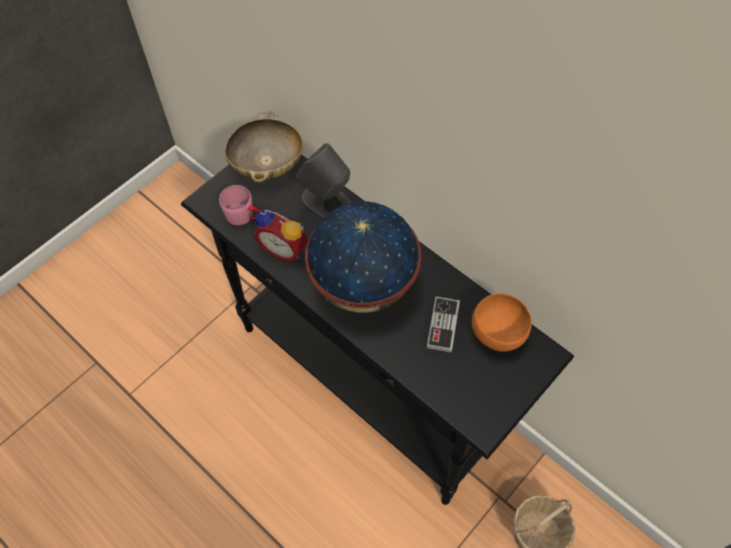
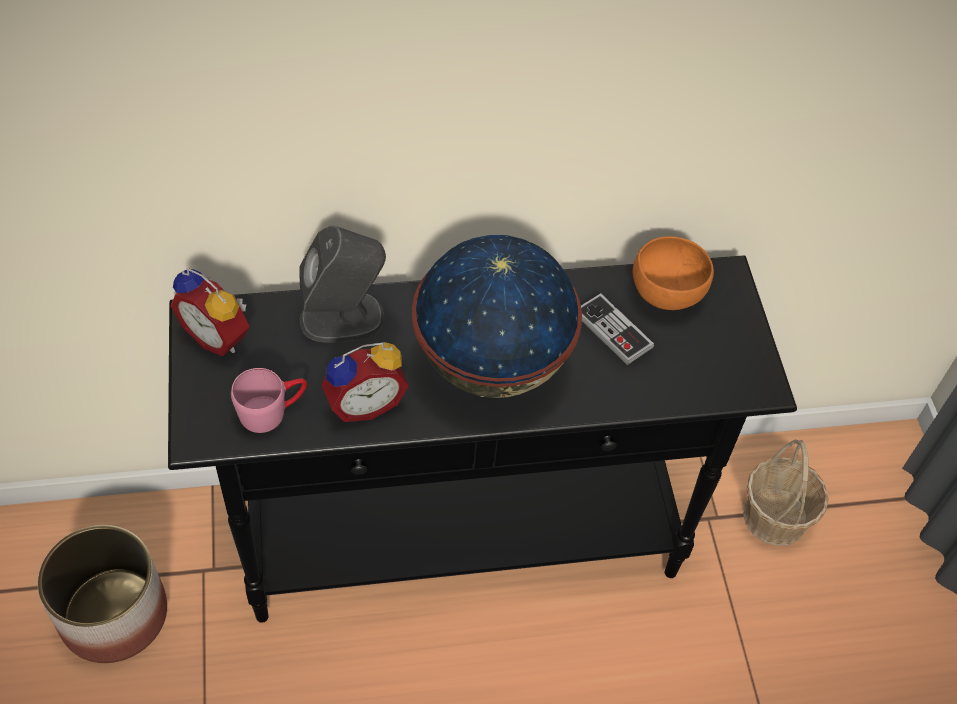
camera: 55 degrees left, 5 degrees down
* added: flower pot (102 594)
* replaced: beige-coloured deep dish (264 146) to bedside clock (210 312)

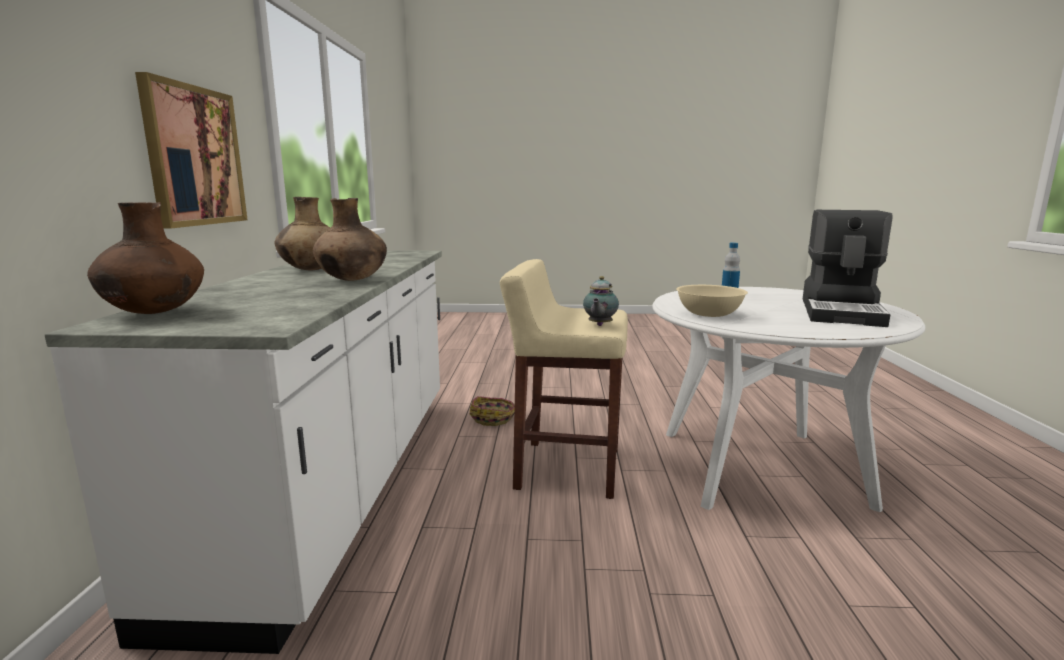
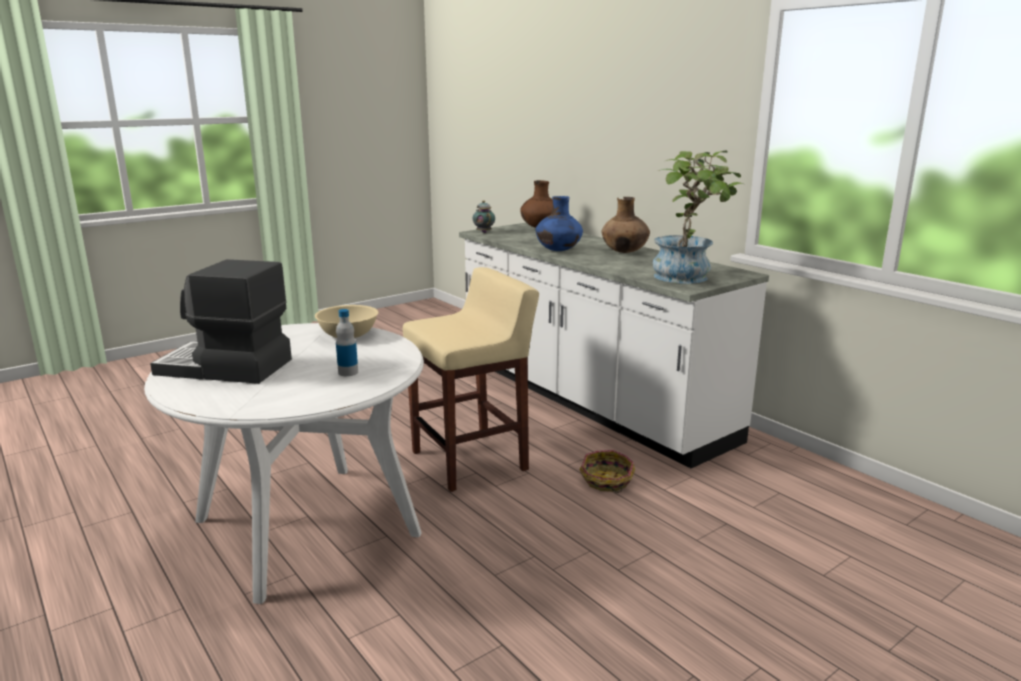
camera: 140 degrees right, 5 degrees up
* turned: coffee maker (848 268) = (221 321) 60 degrees counterclockwise
* moved: pot for tea (601 301) to (484 216)
* recoloured: brown flower vase (350 239) to bluish flower vase (559 223)
* added: potted plant (698 217)
* removed: wall art (191 150)

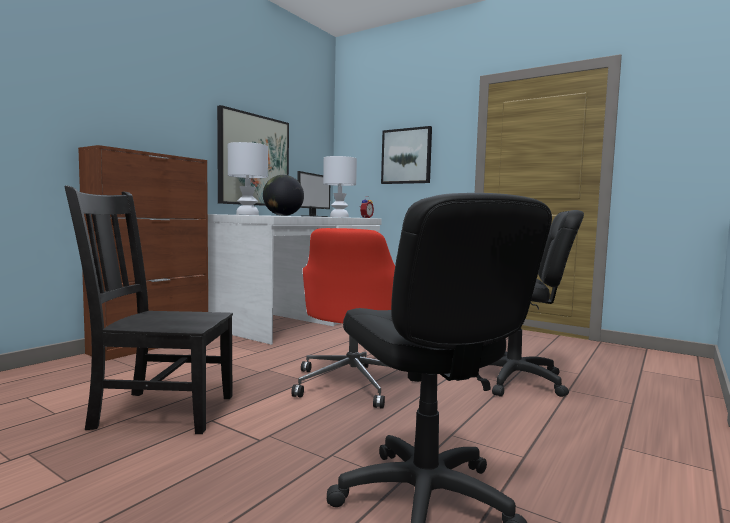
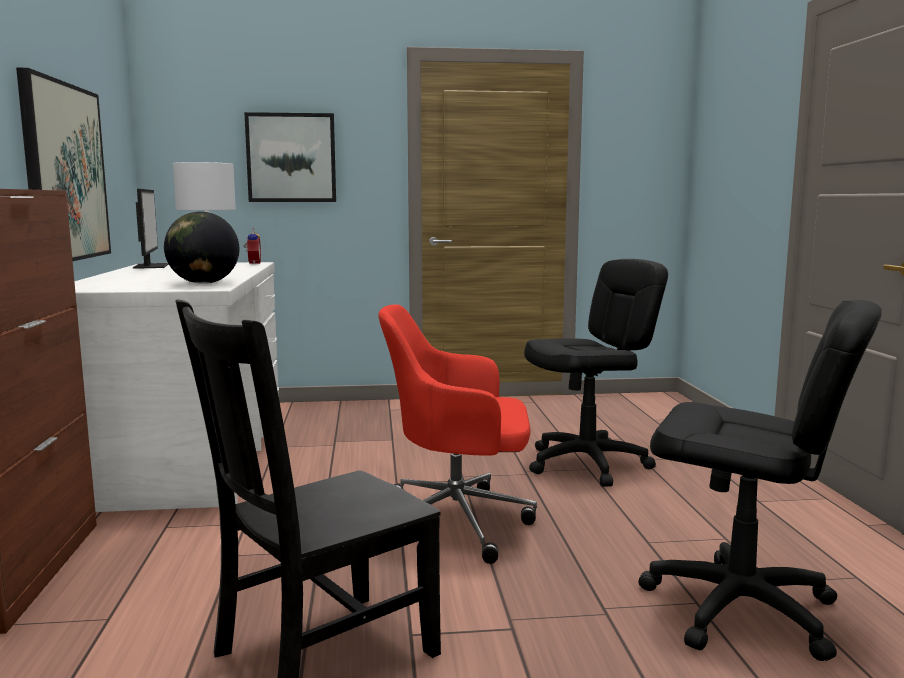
camera: 40 degrees left, 5 degrees up
* turned: red-coloured desk chair (351 318) = (458 434) 120 degrees clockwise
* removed: white table lamp (248 178)

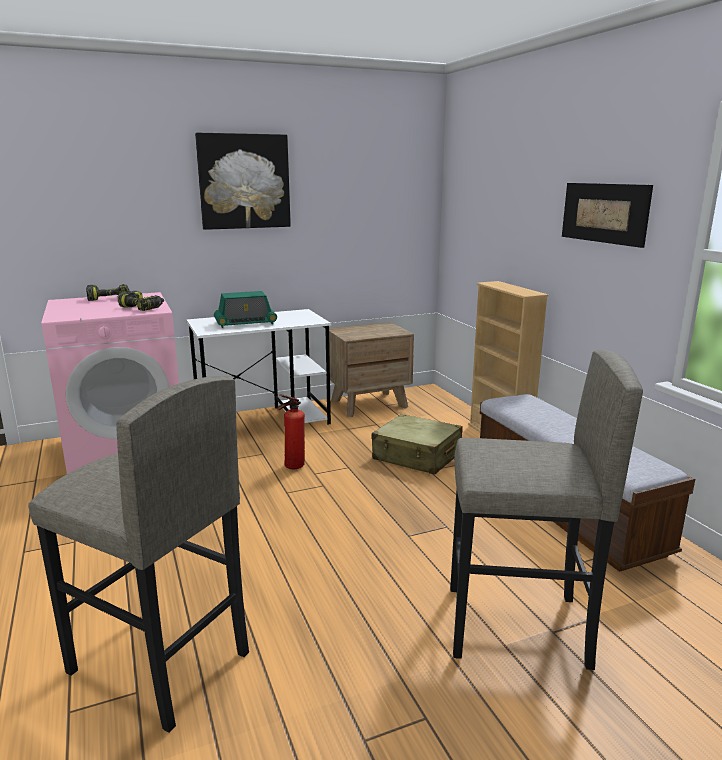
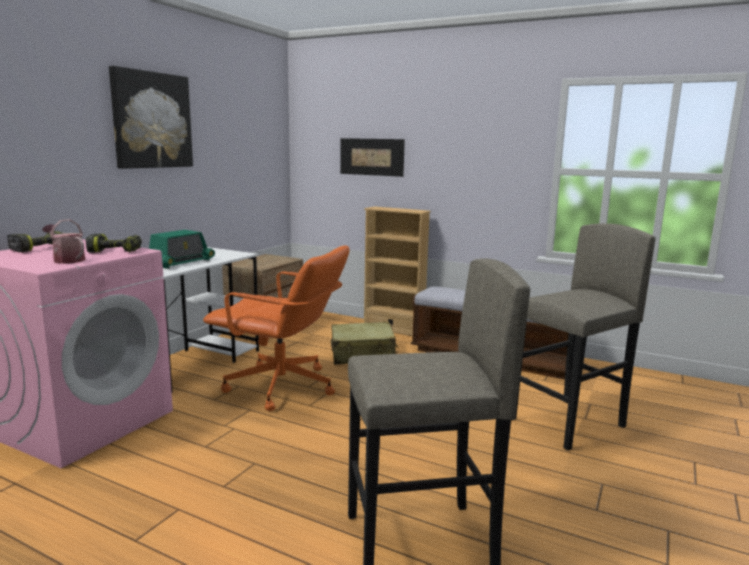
camera: 40 degrees left, 5 degrees down
* added: watering pot (63 241)
* replaced: extinguisher (291 431) to orange-coloured desk chair (276 328)
* moved: wall art (607 215) to (372 157)

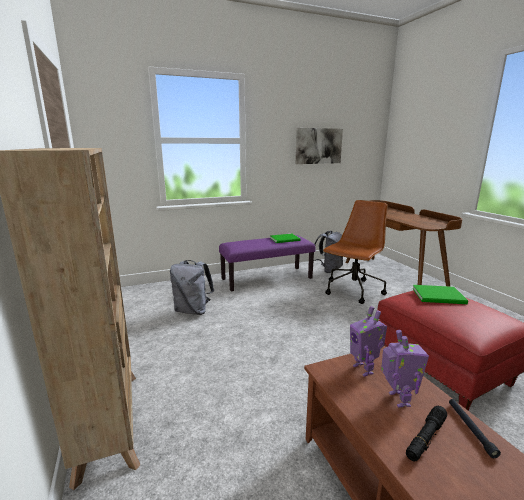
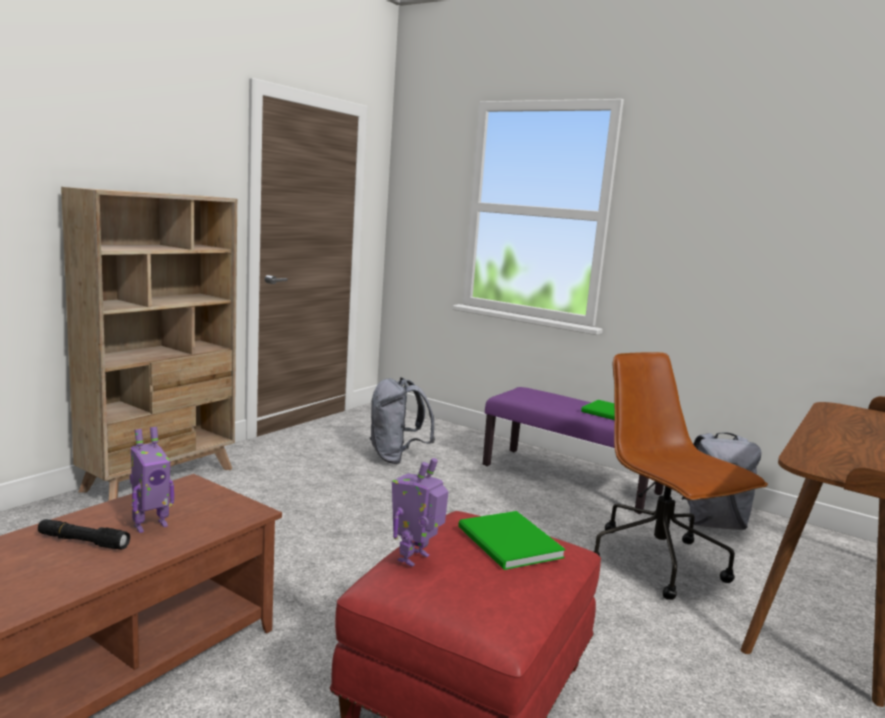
camera: 55 degrees right, 5 degrees down
* moved: model robot (368 341) to (420 512)
* turned: brown desk chair (355 252) = (680 476) 120 degrees counterclockwise
* removed: wall art (319 146)
* removed: black torch (475 428)

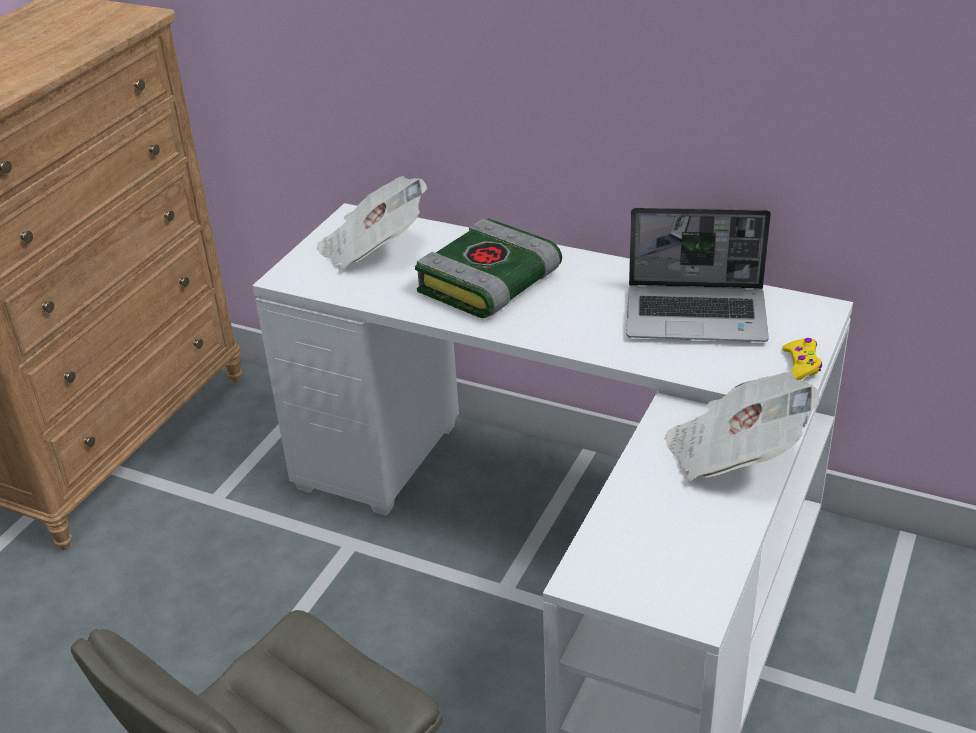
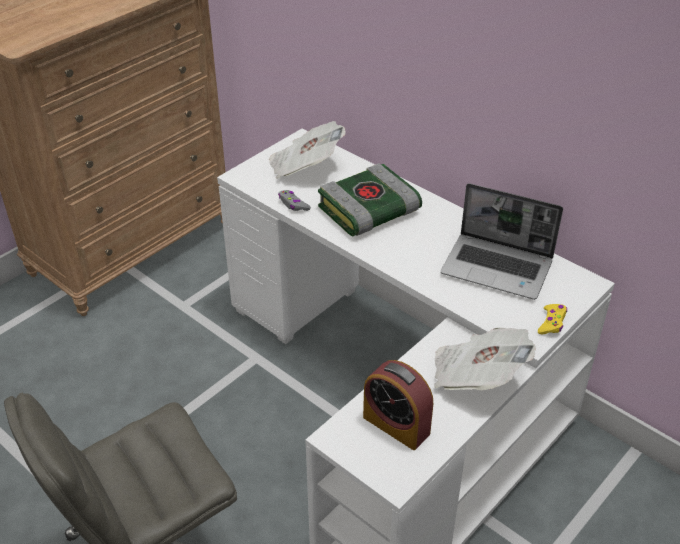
camera: 15 degrees right, 5 degrees up
* added: gray joypad (294 200)
* added: bedside clock (398 405)

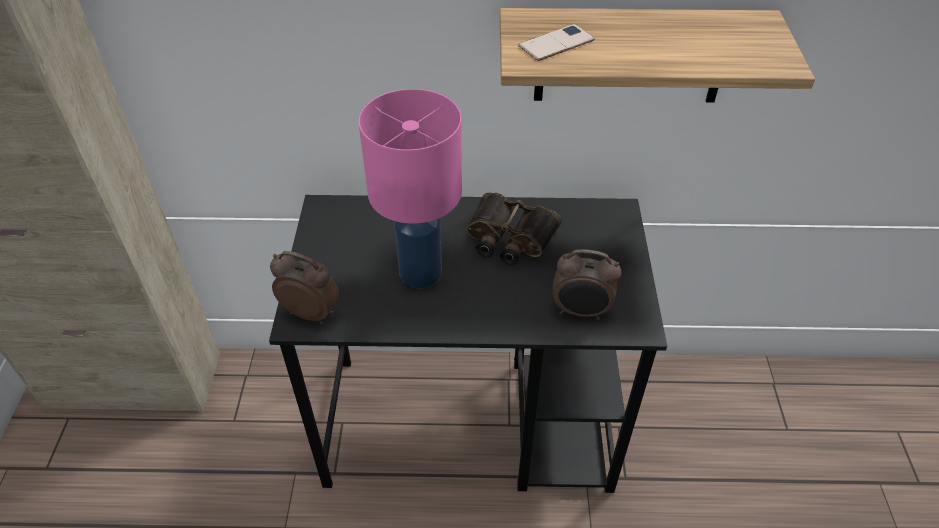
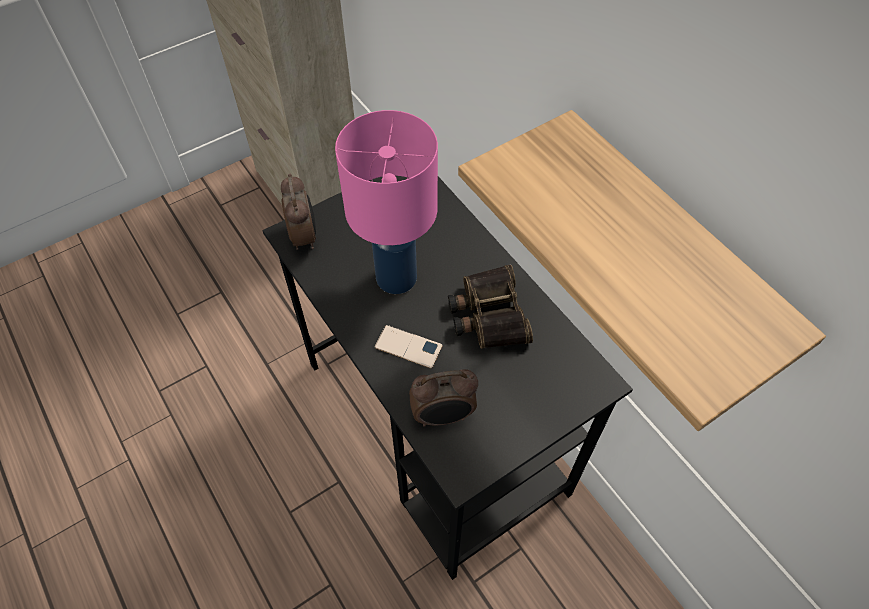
camera: 55 degrees right, 10 degrees up
* moved: phone (556 42) to (408 346)
* turned: bedside clock (587 284) = (443 398) 75 degrees counterclockwise

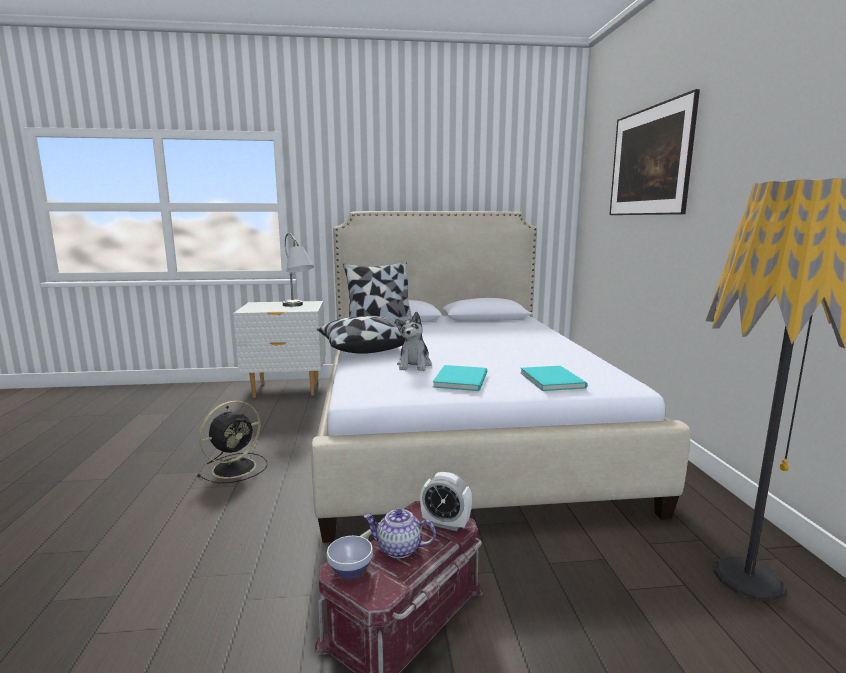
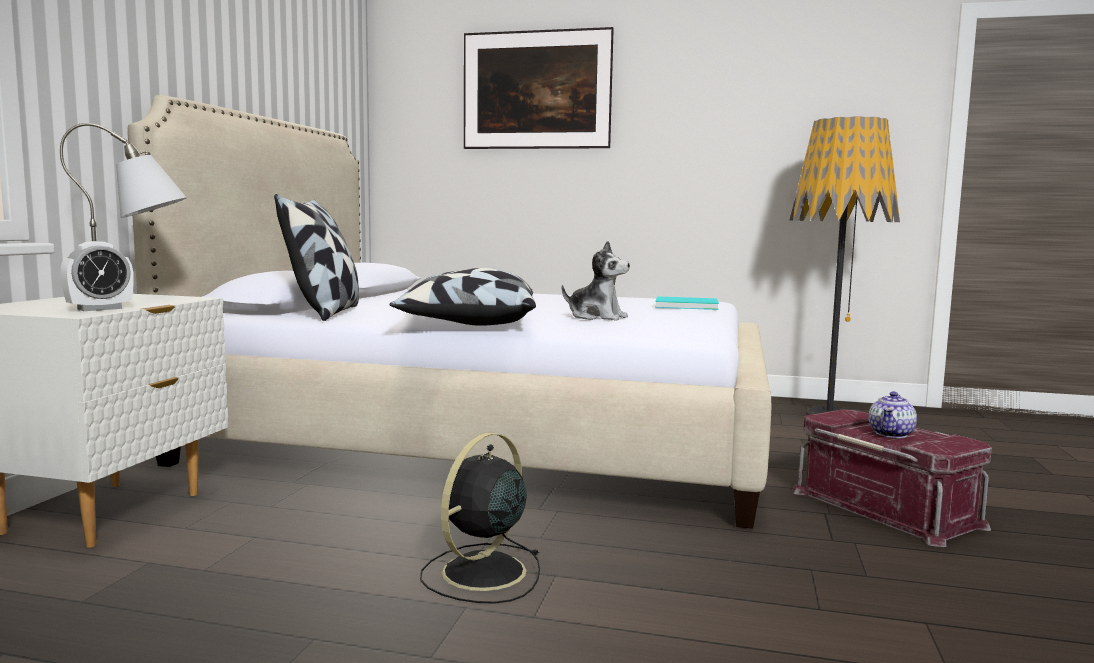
camera: 70 degrees left, 5 degrees down
* moved: bedside clock (446 501) to (97 276)
* turned: black cooling fan (232 441) = (480 518) 120 degrees counterclockwise
* removed: deep dish (350 557)
* removed: blue-green bound book (460 378)

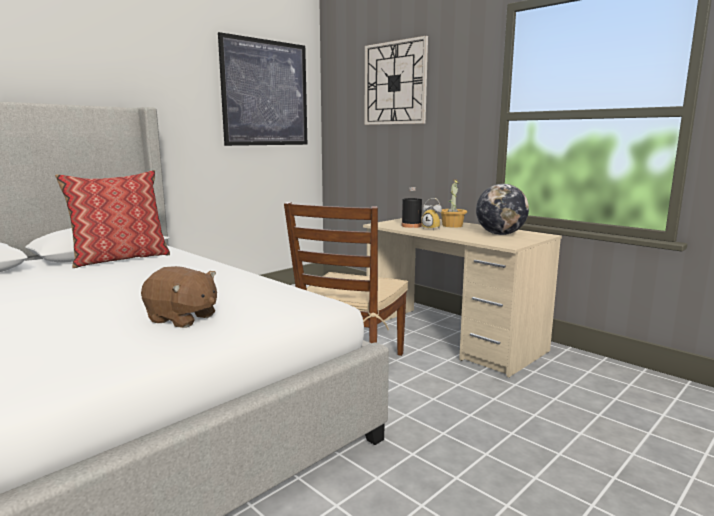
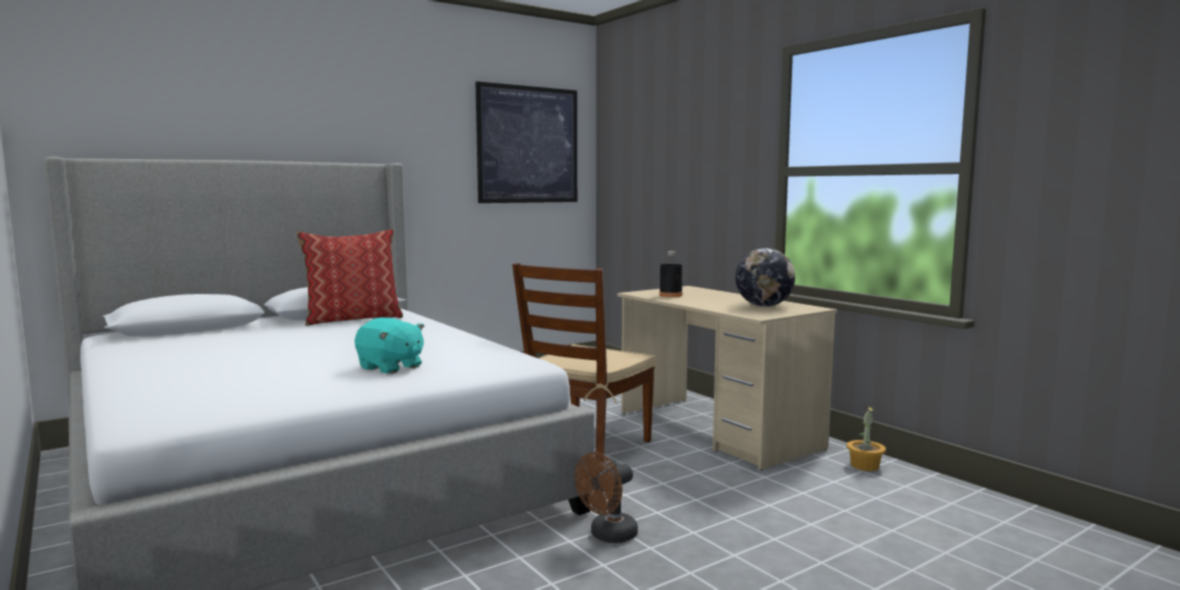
camera: 10 degrees right, 5 degrees down
* recoloured: brown soft toy (179 297) to blue-green soft toy (389 346)
* added: brown cooling fan (606 497)
* moved: potted plant (453 203) to (866 438)
* removed: clock on the wall (396 80)
* removed: bedside clock (432 214)

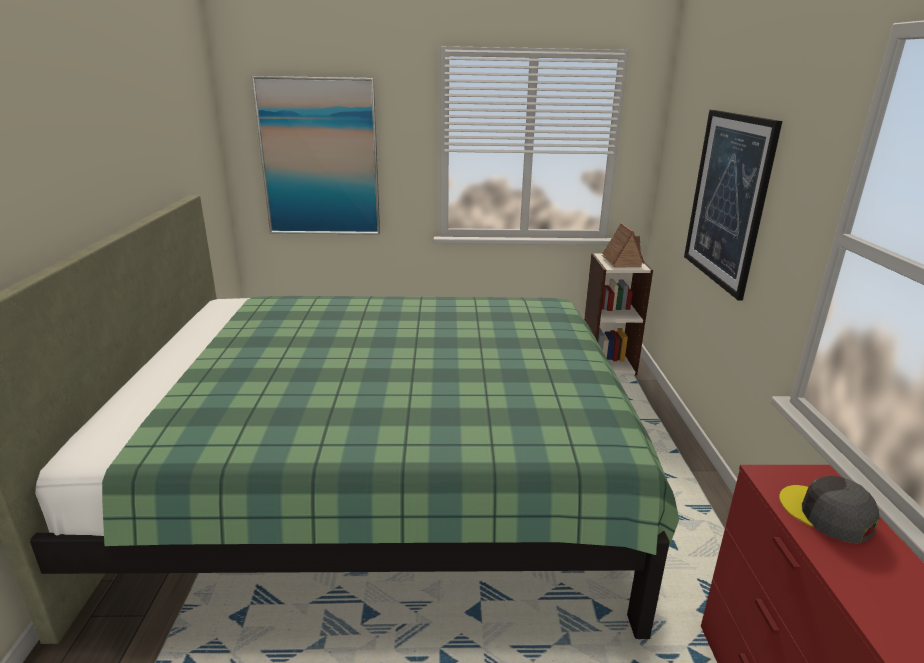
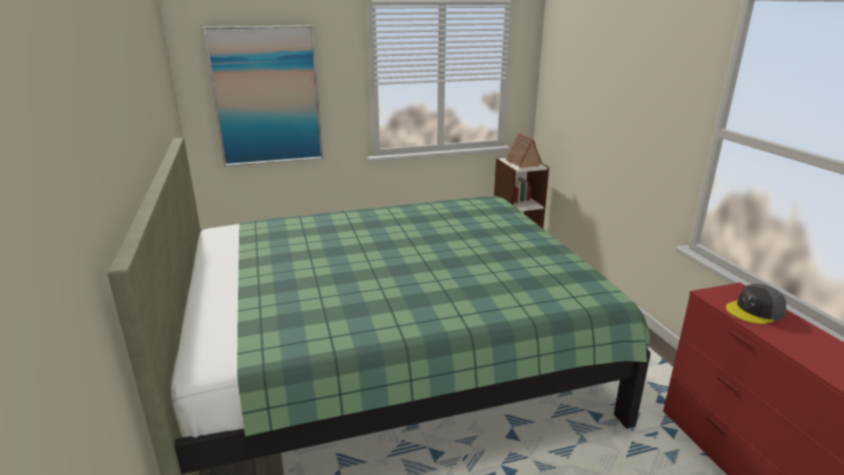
camera: 15 degrees left, 0 degrees up
* turned: gray cap (829 509) = (756 303) 60 degrees counterclockwise
* removed: wall art (733 205)

